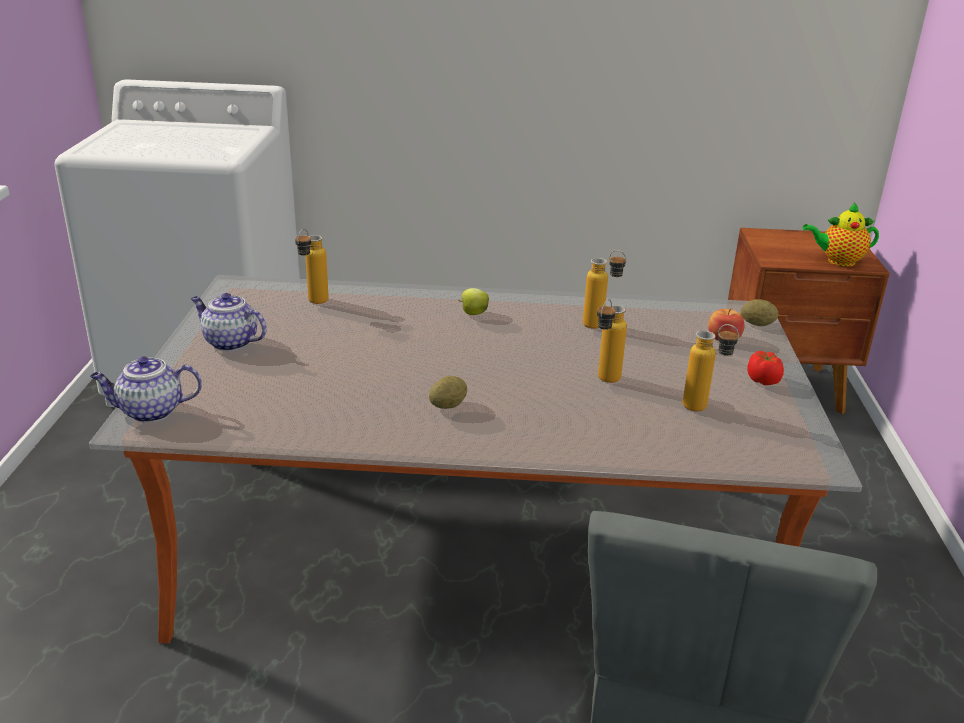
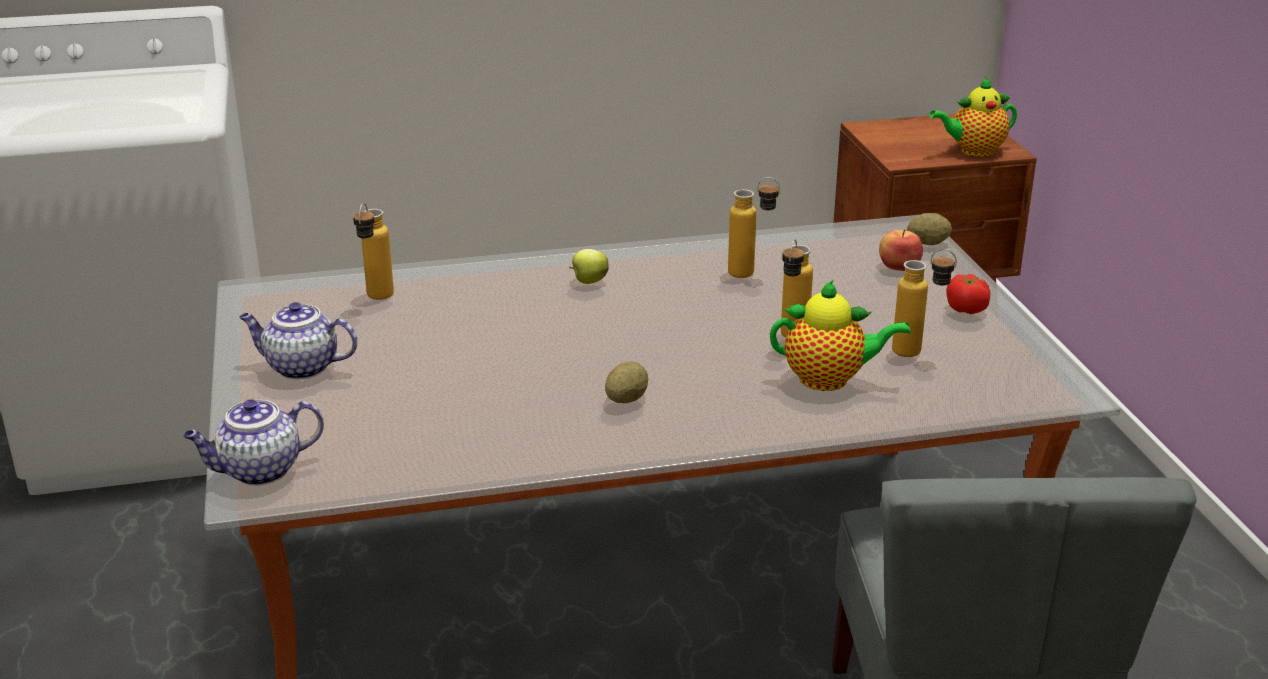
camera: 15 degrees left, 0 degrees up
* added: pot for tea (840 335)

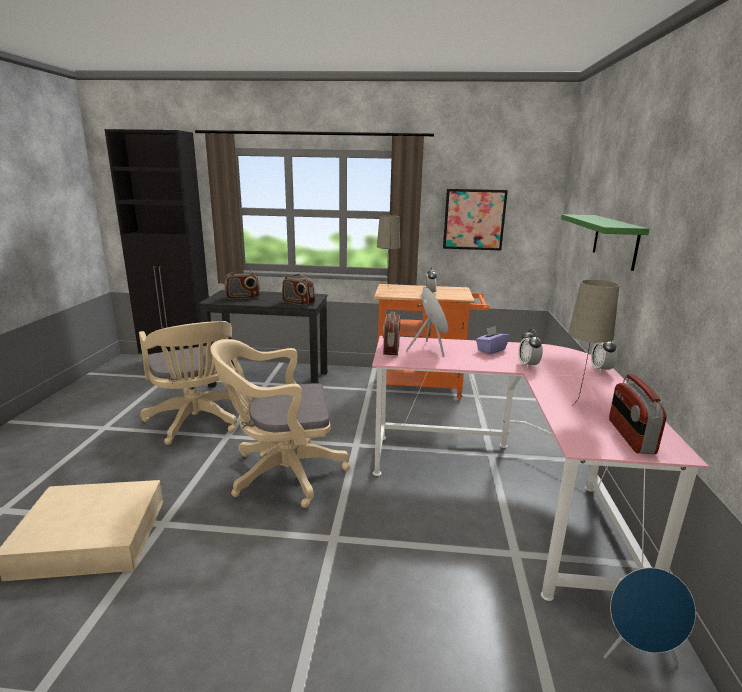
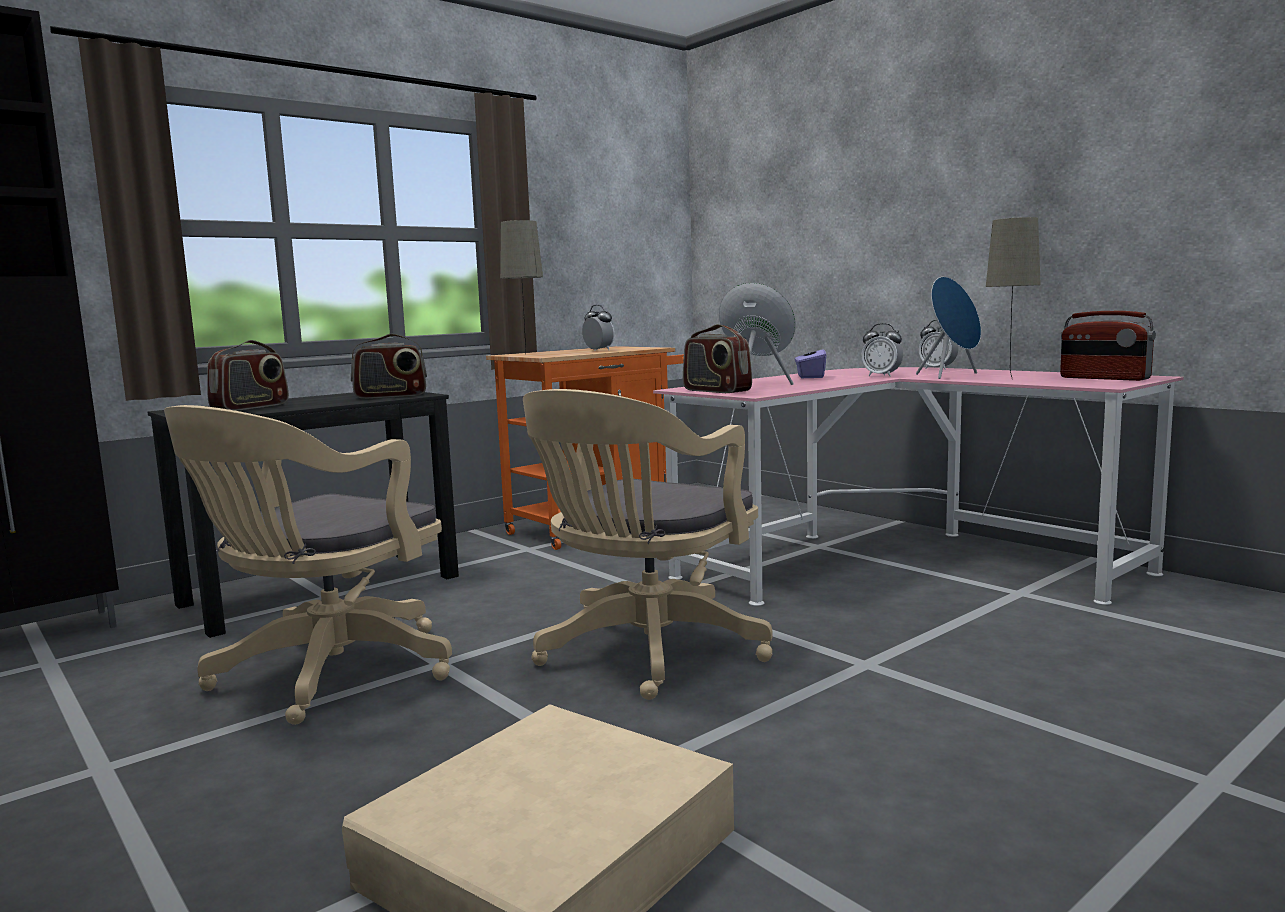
camera: 45 degrees left, 10 degrees down
* turned: beige-coloured desk chair (188 383) = (308 565) 105 degrees clockwise
* moved: bluish speaker (649 616) to (948 328)
* removed: wall art (475 219)
* removed: greenish bracket shelf (605 242)

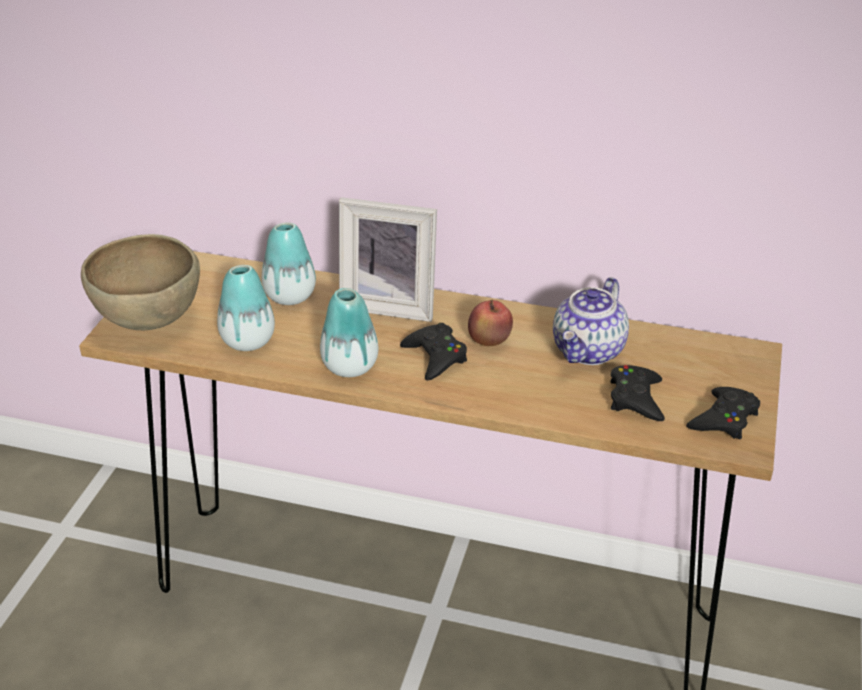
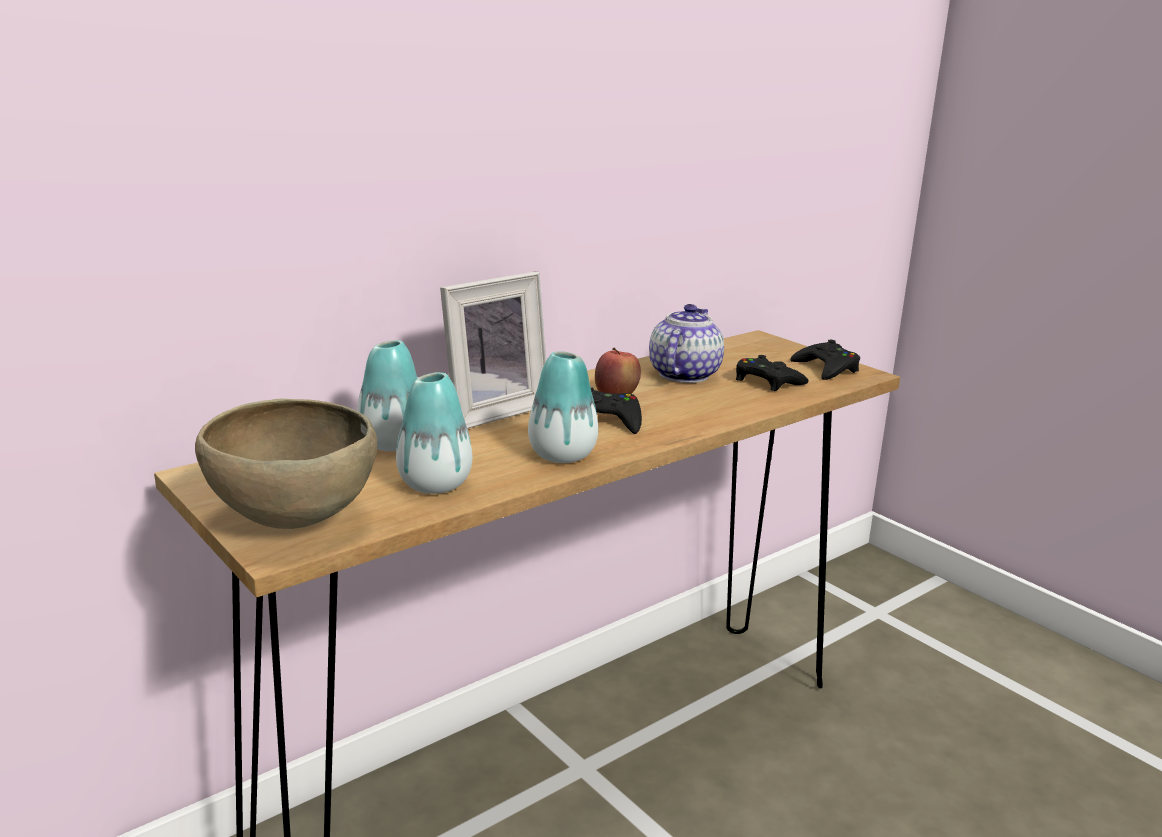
camera: 55 degrees left, 15 degrees down
* turned: pot for tea (591 321) = (686 343) 135 degrees counterclockwise

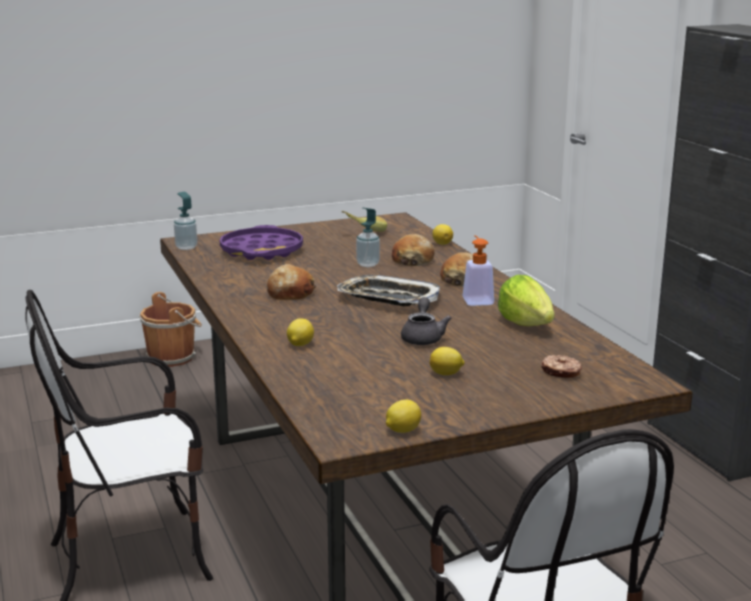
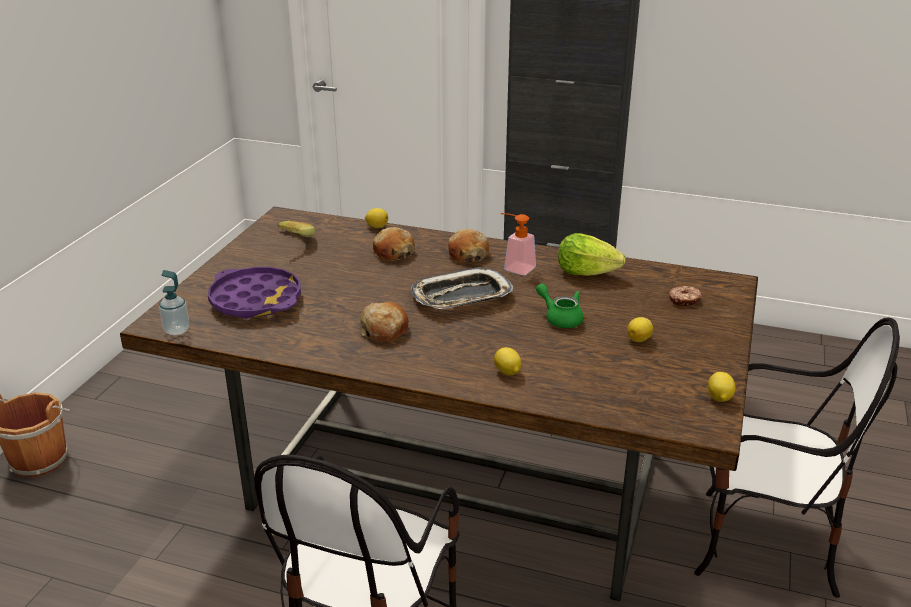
camera: 50 degrees left, 10 degrees up
* recoloured: gray pot for tea (426 321) to greenish pot for tea (560 305)
* removed: liquid soap bottle (368 237)

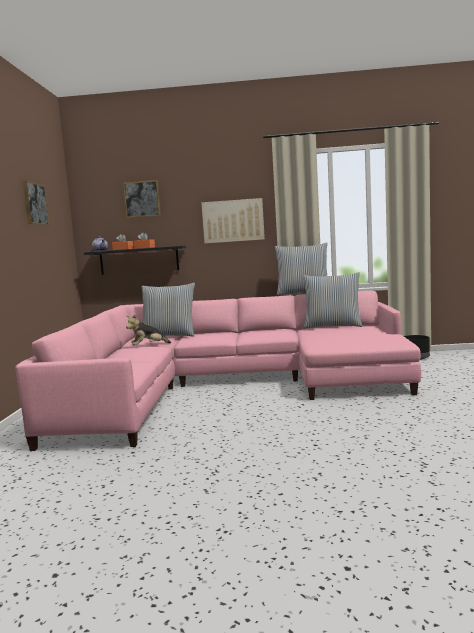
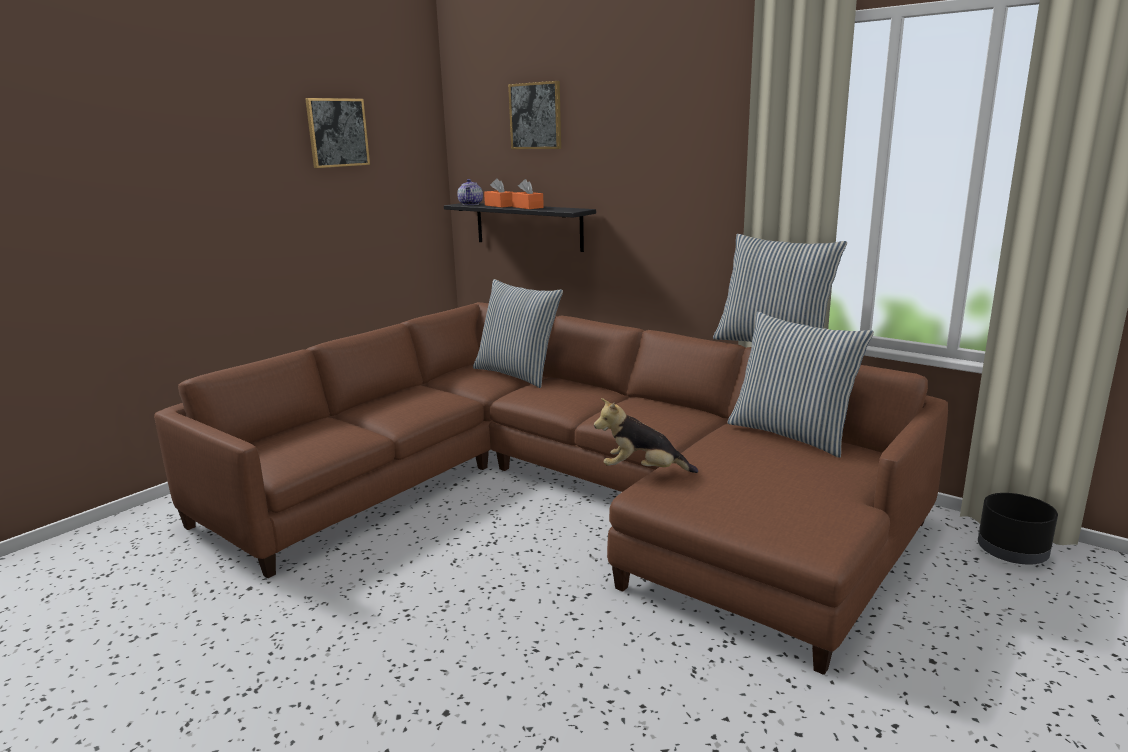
camera: 35 degrees right, 10 degrees up
* recoloured: pinkish sofa (218 371) to brown sofa (551 488)
* moved: soft toy (148 330) to (646 435)
* removed: wall art (233 221)

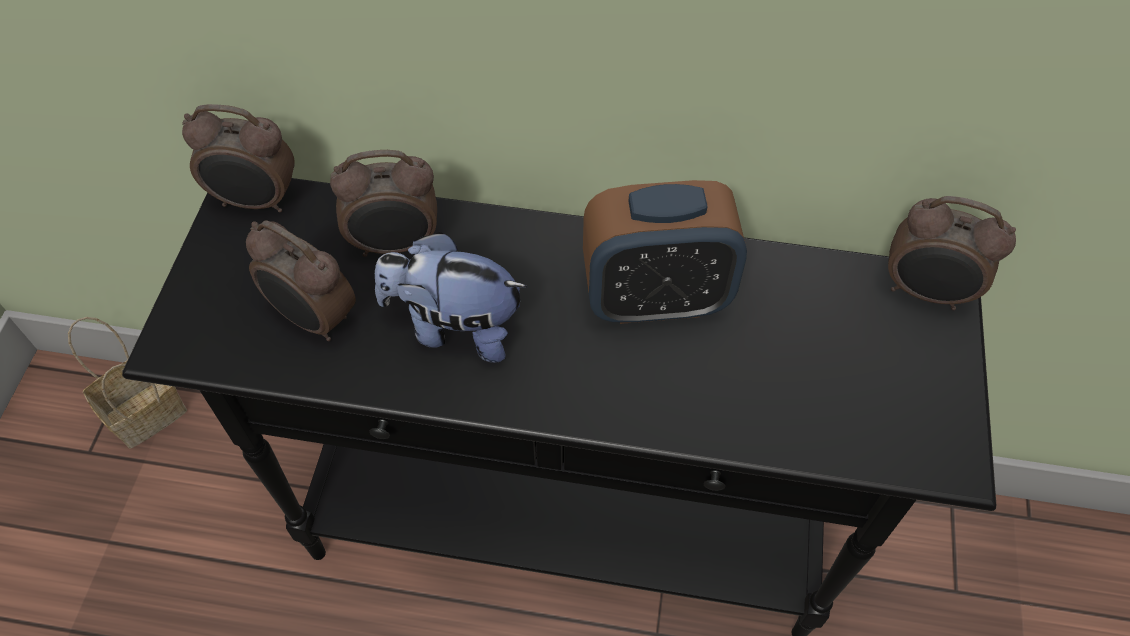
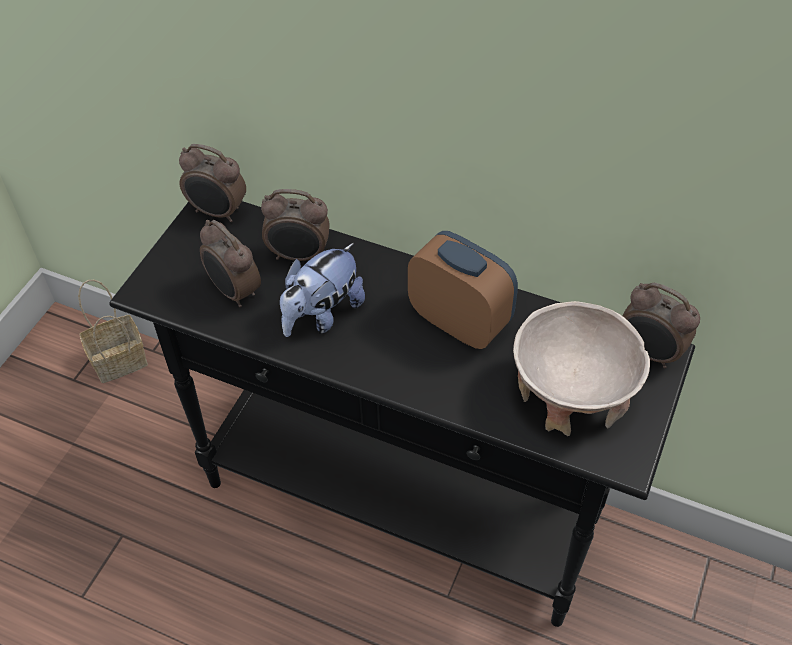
camera: 15 degrees right, 5 degrees down
* turned: soft toy (451 297) = (322 290) 75 degrees counterclockwise
* turned: bedside clock (665 252) = (463 290) 150 degrees counterclockwise
* added: beige-coloured deep dish (581 368)

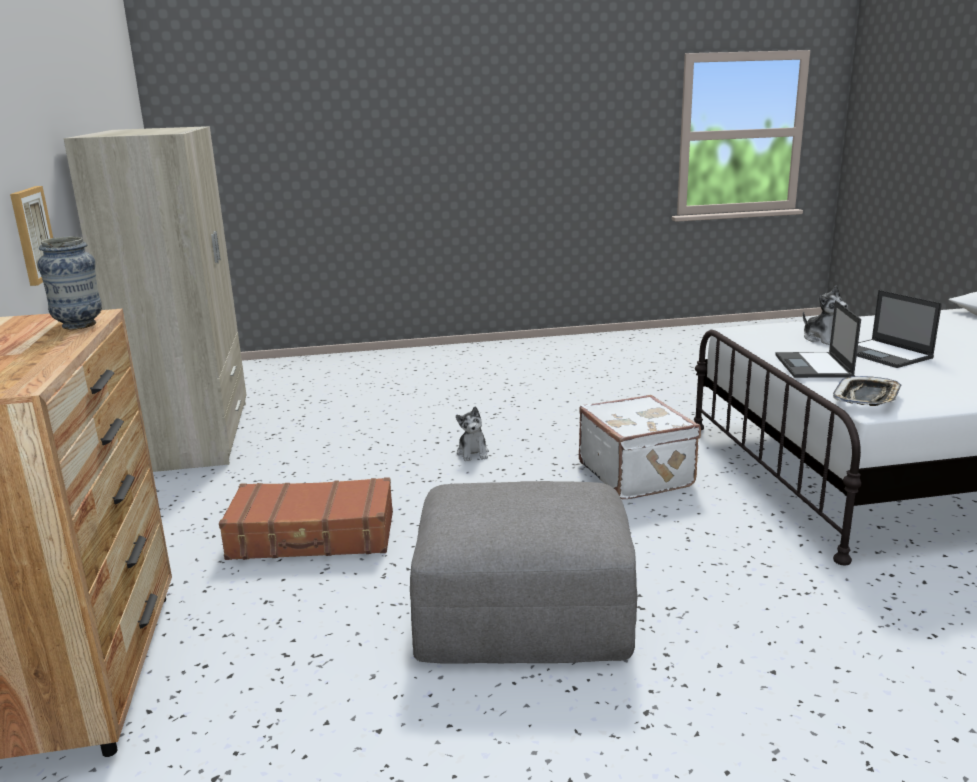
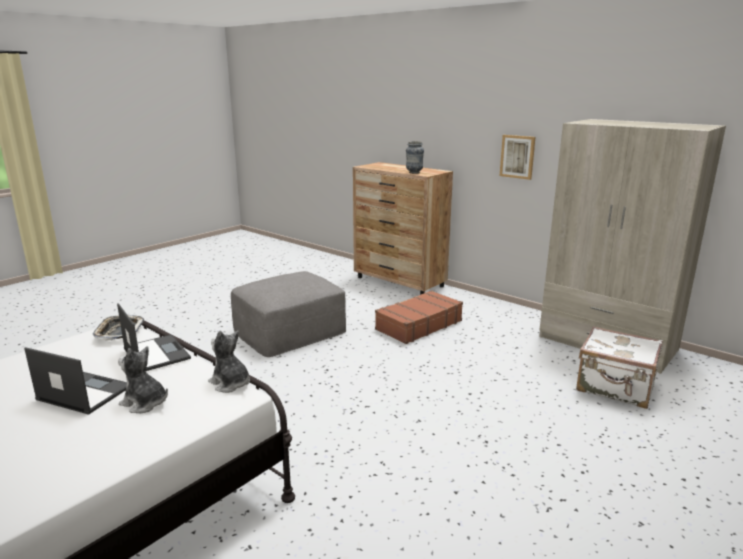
camera: 140 degrees right, 0 degrees up
* moved: soft toy (472 434) to (229 362)
* moved: white piece of luggage (640 447) to (619 367)

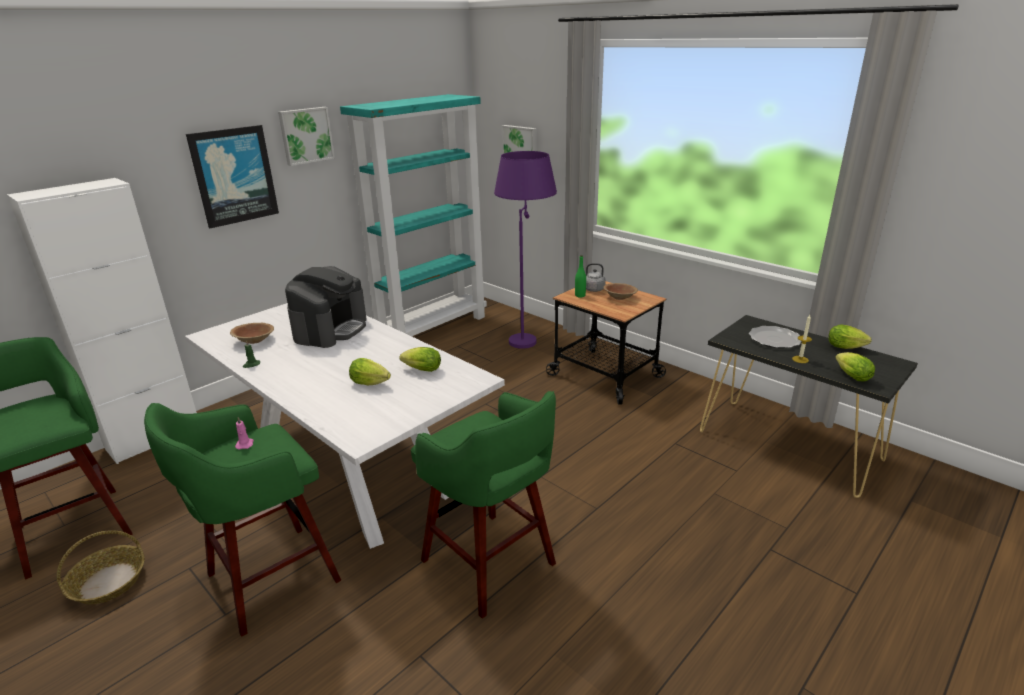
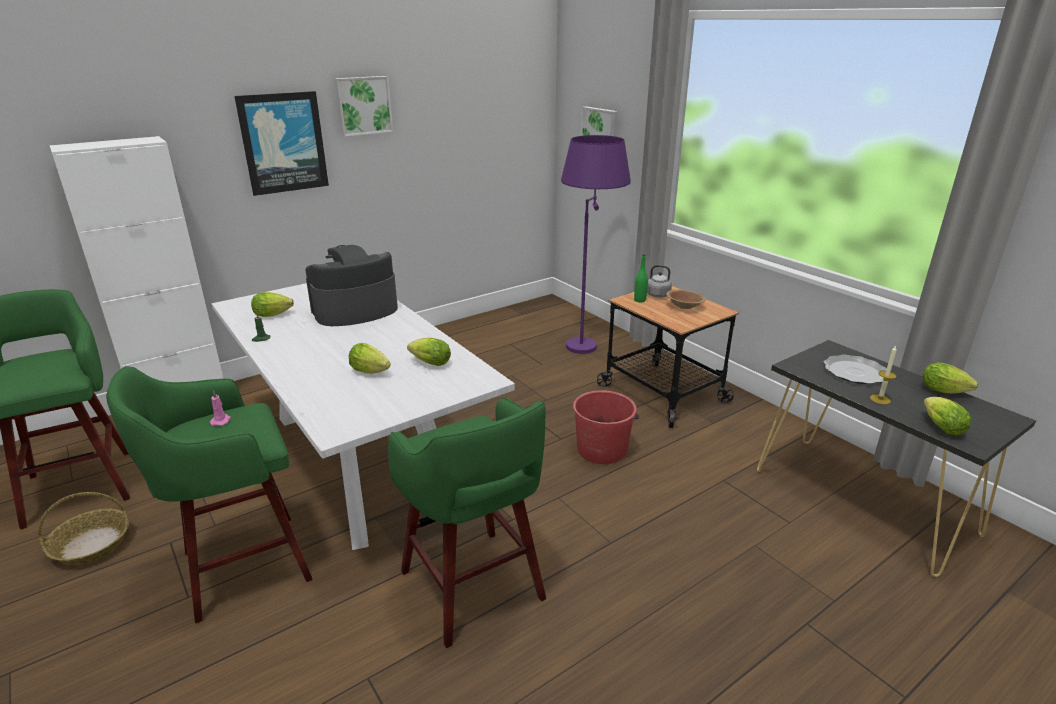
camera: 10 degrees right, 0 degrees up
* replaced: brown deep dish (252 333) to lettuce (272 304)
* turned: coffee maker (326 307) = (352 285) 150 degrees counterclockwise
* added: red-coloured pail (606 427)
* removed: blue-green bookshelf (413 215)

